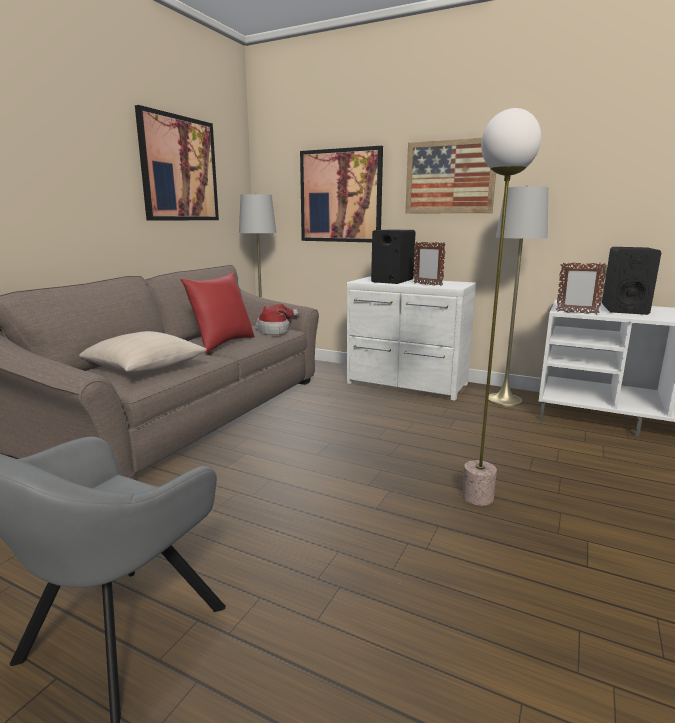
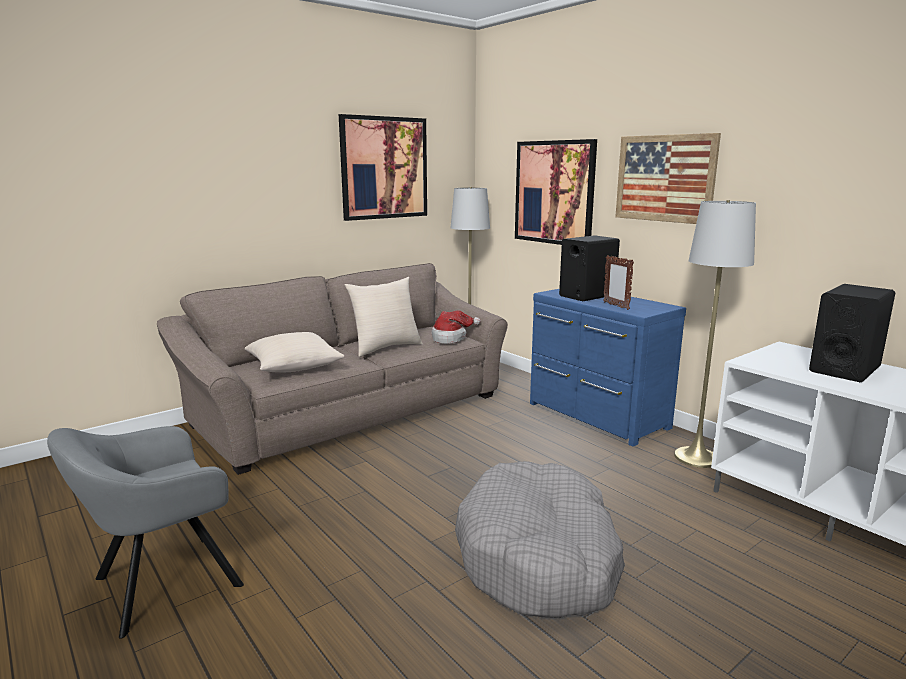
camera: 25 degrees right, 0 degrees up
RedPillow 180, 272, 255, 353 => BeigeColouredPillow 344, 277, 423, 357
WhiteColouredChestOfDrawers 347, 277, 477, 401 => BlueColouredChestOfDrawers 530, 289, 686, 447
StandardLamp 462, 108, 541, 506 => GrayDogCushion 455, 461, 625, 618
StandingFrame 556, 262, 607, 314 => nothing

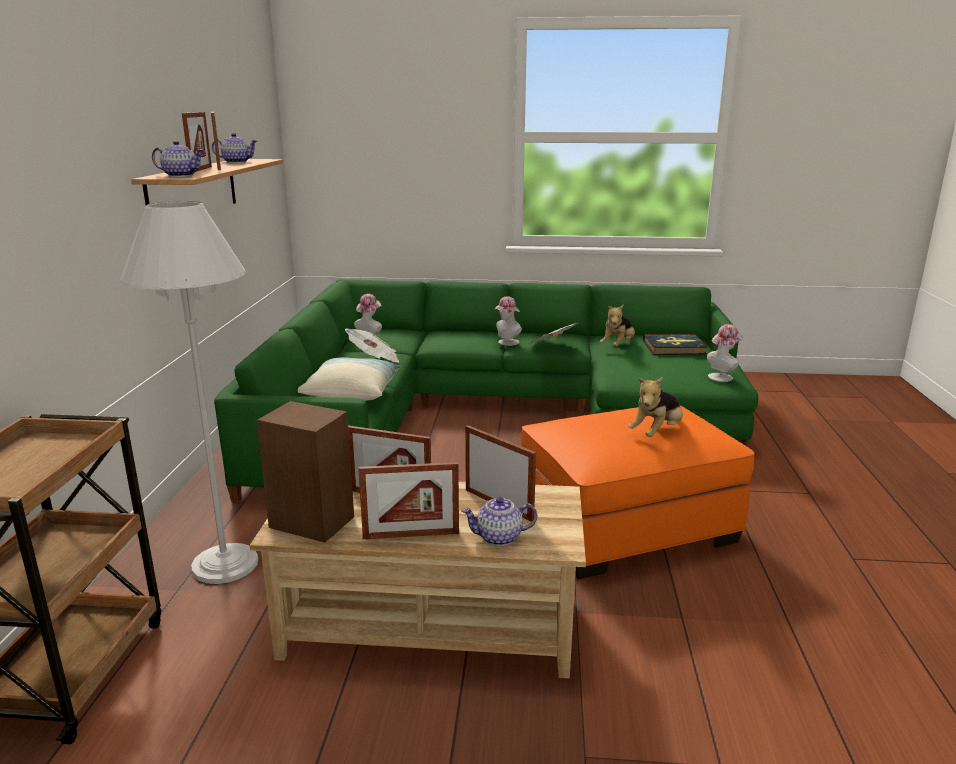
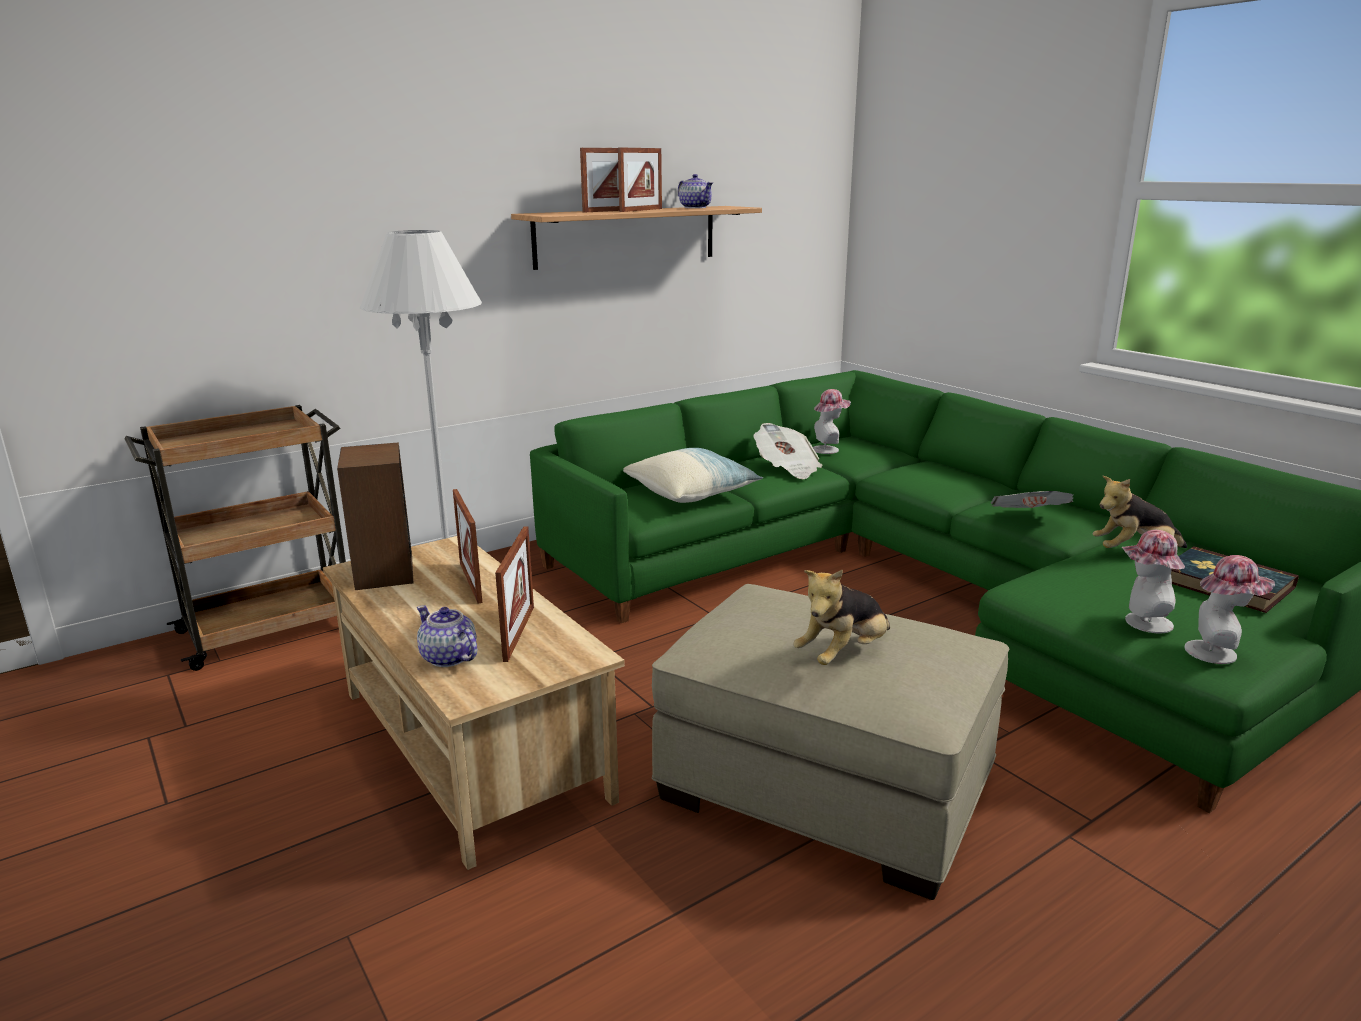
camera: 50 degrees right, 0 degrees up
Teapot 152, 141, 204, 177 => nothing
StandingFrame 358, 462, 459, 539 => nothing
Hat 495, 296, 522, 346 => Hat 1122, 530, 1185, 633, moved
OrangeyOttoman 521, 406, 754, 579 => BeigeColouredOttoman 652, 584, 1009, 900
PlushToy 628, 377, 683, 437 => PlushToy 793, 569, 890, 665, 45 degrees counterclockwise

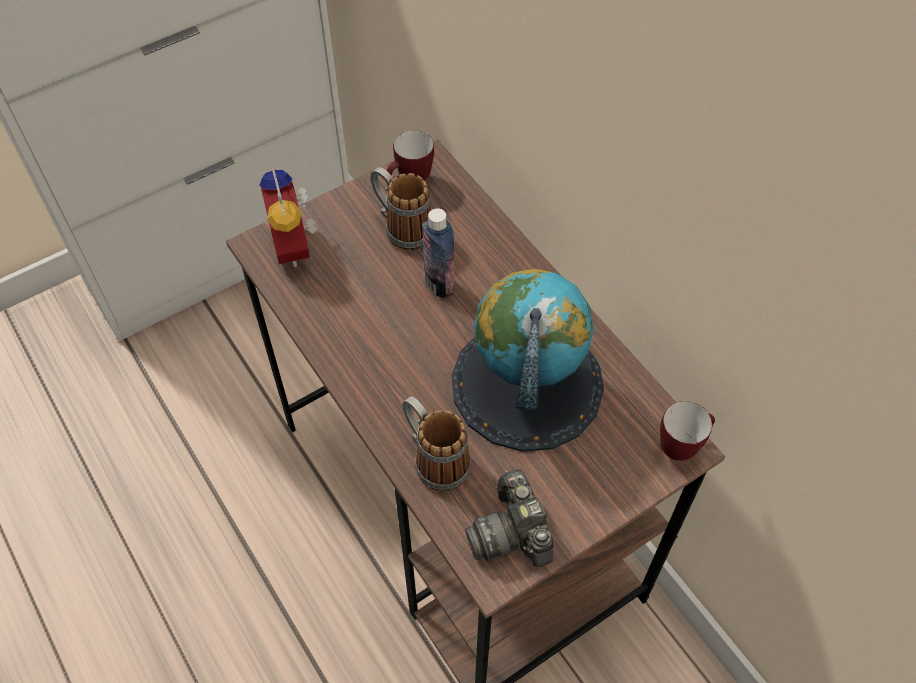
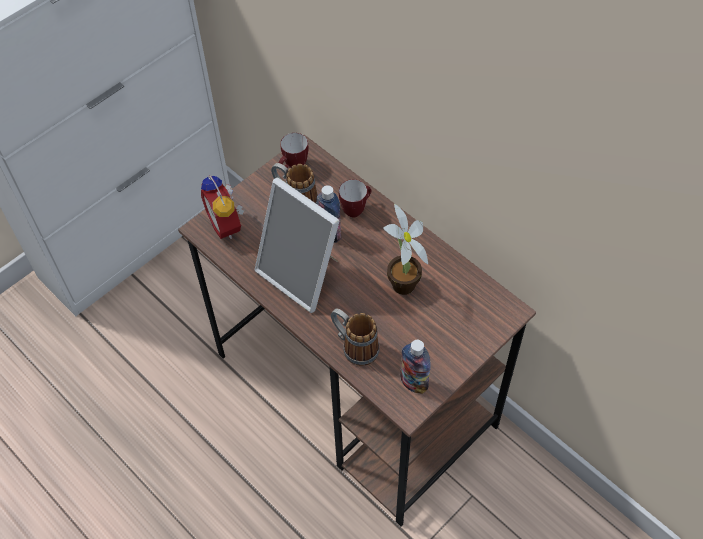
camera: 10 degrees left, 0 degrees up
Globe 452, 269, 604, 452 => Houseplant 383, 203, 428, 295
PhotoCamera 465, 469, 554, 567 => Bottle 400, 340, 431, 394
CoffeeMug 660, 401, 715, 461 => CoffeeMug 339, 180, 371, 218, moved
nothing => StandingFrame 255, 178, 339, 313

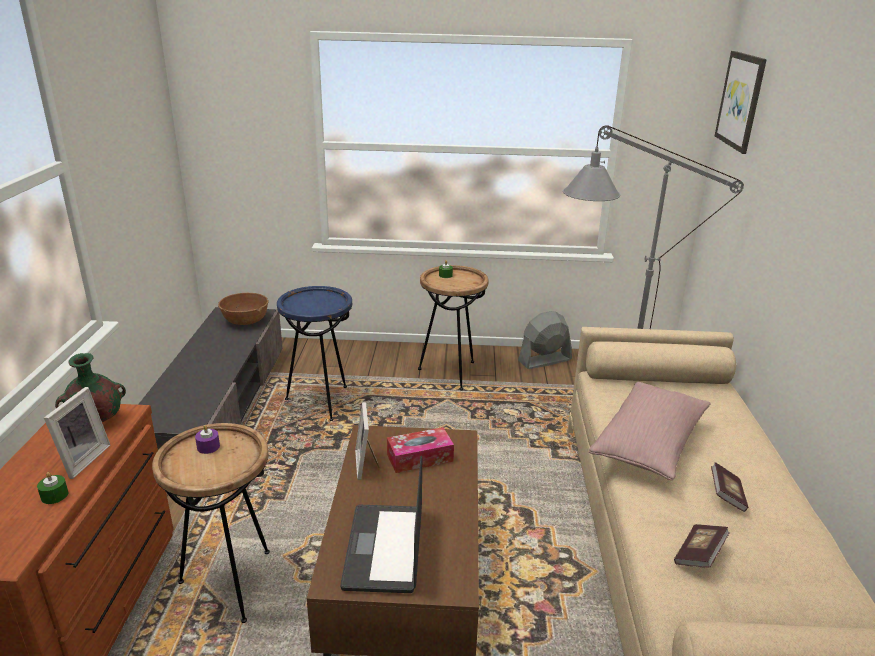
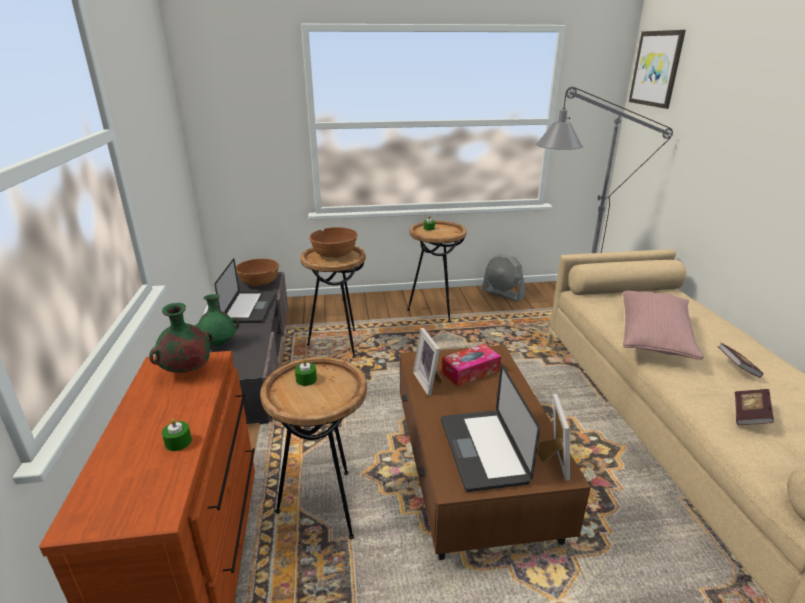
camera: 10 degrees left, 0 degrees up
StandingFrame 44, 387, 110, 479 => StandingFrame 538, 394, 570, 481, moved
PurplishWaxCandle 195, 425, 220, 454 => GreenColouredWaxCandle 295, 359, 317, 386
BlueColouredAccentTable 277, 286, 352, 421 => BrownishAccentTable 300, 246, 366, 358
GrayElectricFan 518, 311, 572, 369 => GrayElectricFan 482, 254, 525, 302, 105 degrees counterclockwise
nothing => GreenColouredDecorativeVase 195, 294, 239, 347
nothing => Laptop 214, 258, 276, 323
nothing => BrownishDeepDish 309, 227, 358, 258

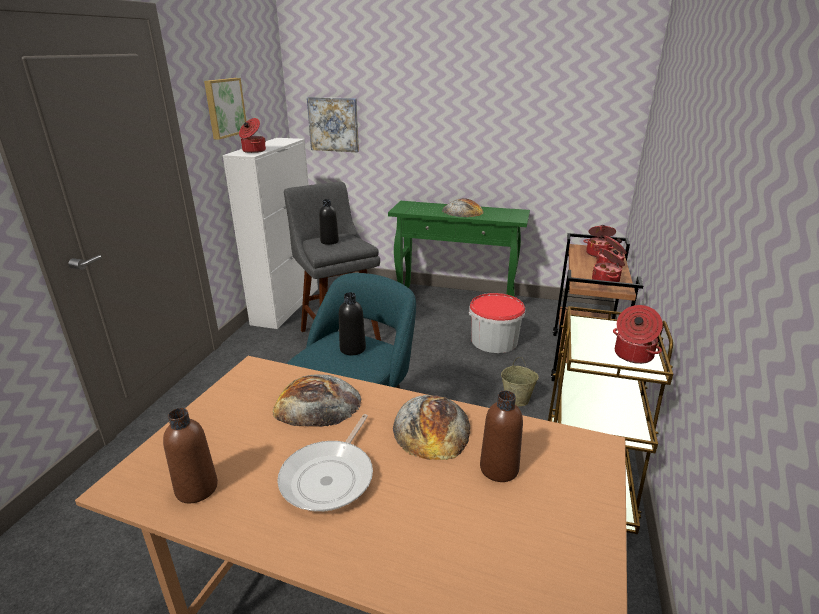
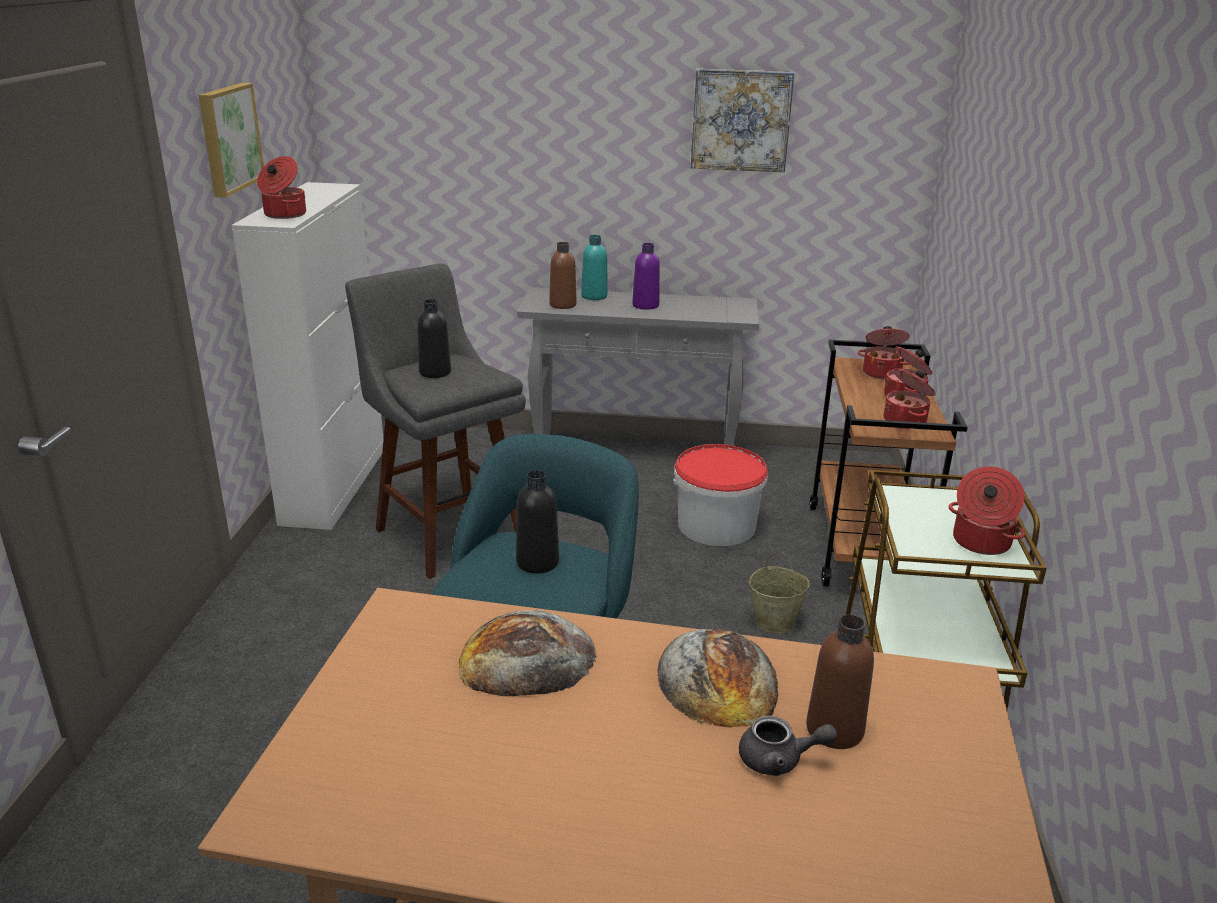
camera: 10 degrees left, 0 degrees up
BrownishBottle 163, 408, 218, 503 => BrownishBottle 549, 242, 576, 309, moved
Skillet 277, 414, 373, 512 => nothing
WallArt 307, 97, 359, 152 => WallArt 691, 69, 794, 172, moved
GreenColouredHallTable 388, 201, 530, 297 => GrayHallTable 517, 287, 759, 446
BakedBread 442, 198, 484, 217 => PurplishBottle 632, 243, 660, 310
nothing => TurquoiseColouredBottle 581, 235, 608, 300
nothing => GrayTeapot 739, 716, 837, 776

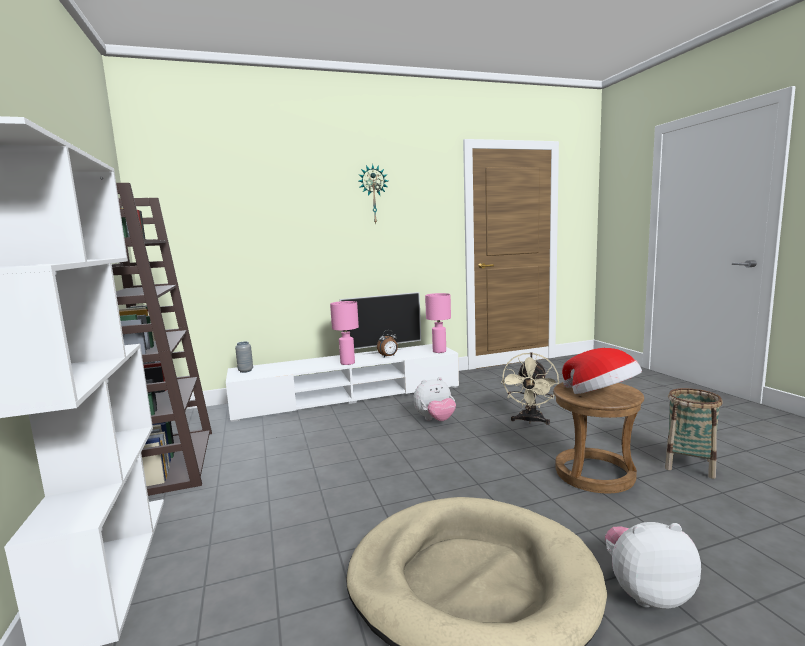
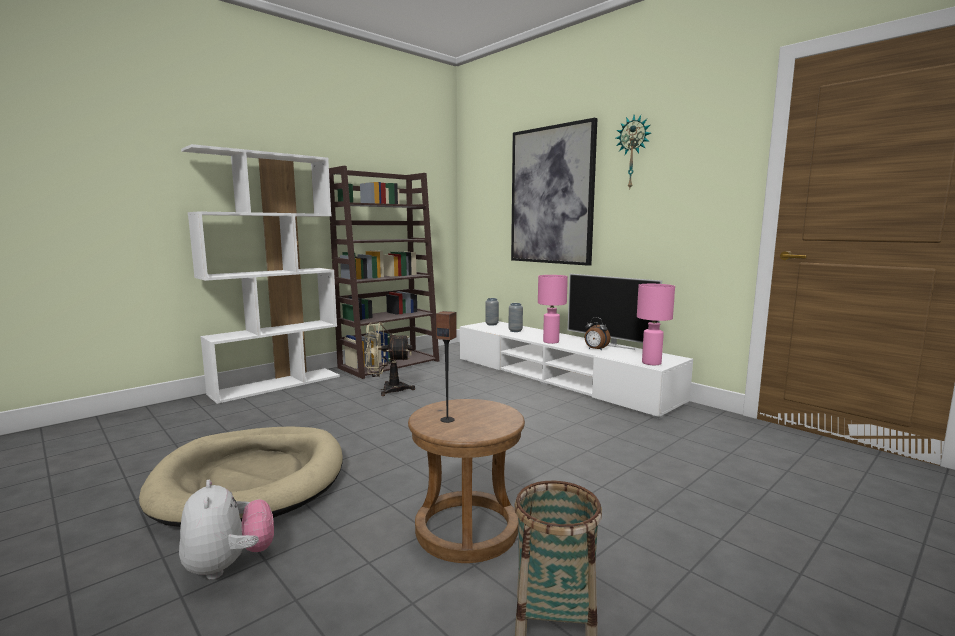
camera: 65 degrees right, 0 degrees up
PlushToy 413, 377, 456, 421 => nothing
BeigeColouredElectricFan 501, 352, 559, 425 => BeigeColouredElectricFan 364, 322, 415, 396, moved
Hat 562, 348, 642, 394 => Loudspeaker 436, 311, 457, 423
nothing => GrayDecorativeVase 508, 303, 523, 332
nothing => WallArt 511, 118, 597, 266

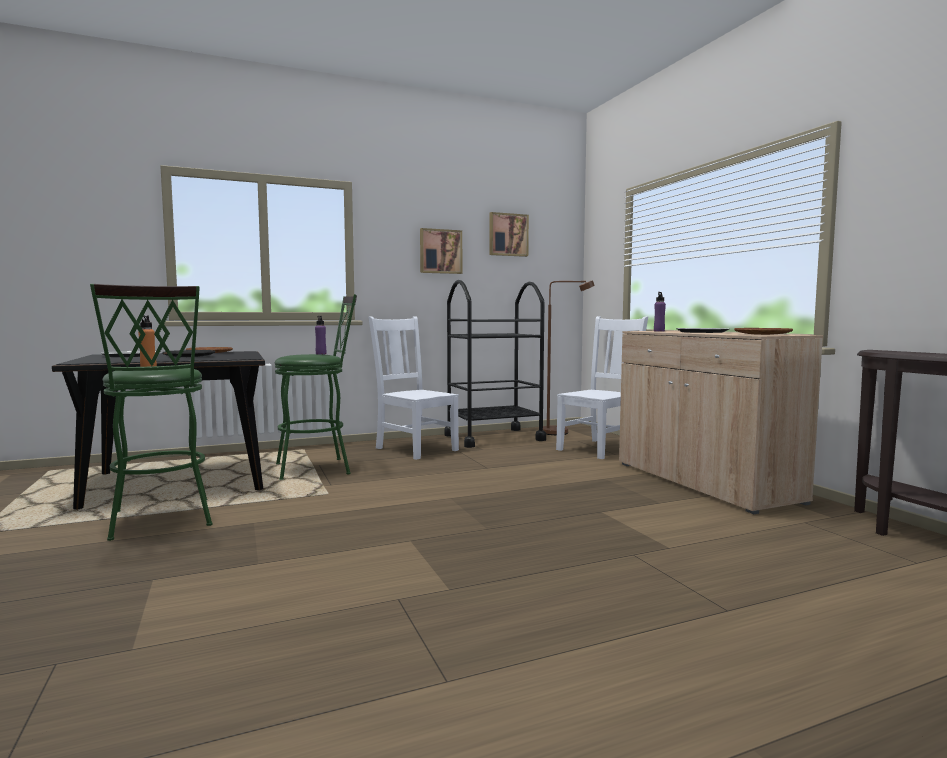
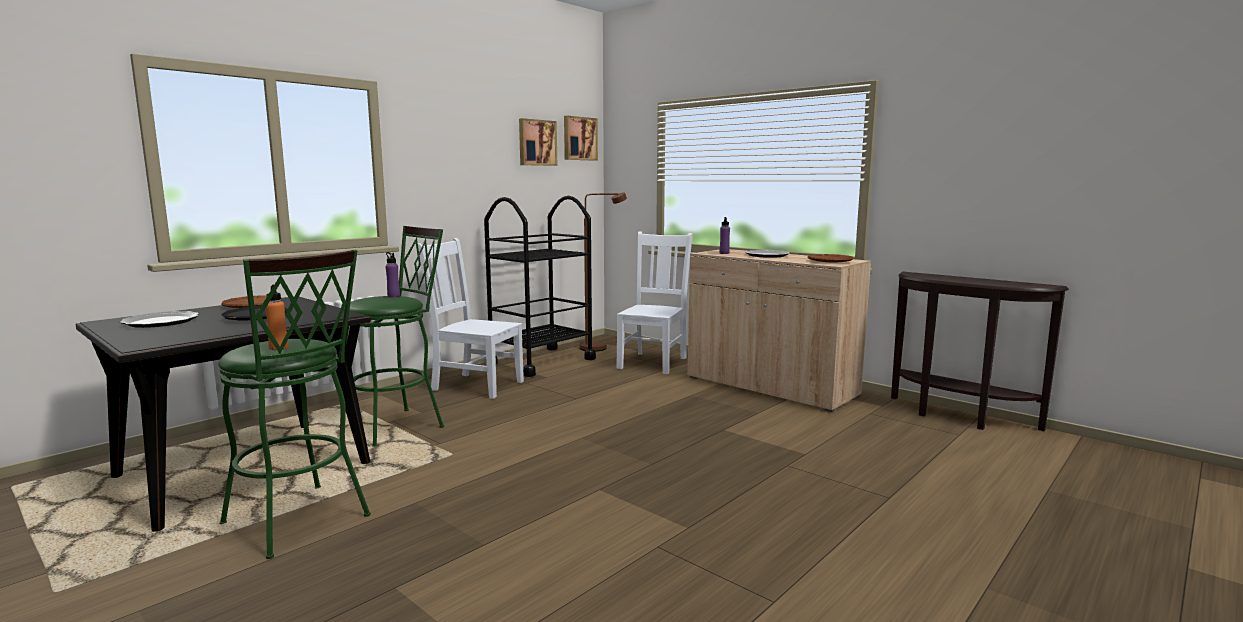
camera: 25 degrees left, 5 degrees up
WallArt 420, 228, 462, 274 => WallArt 564, 116, 598, 161, moved

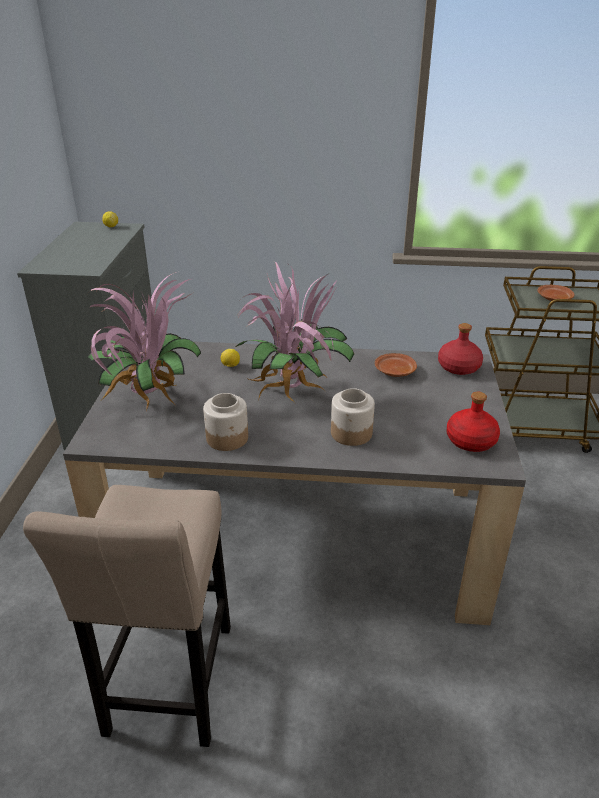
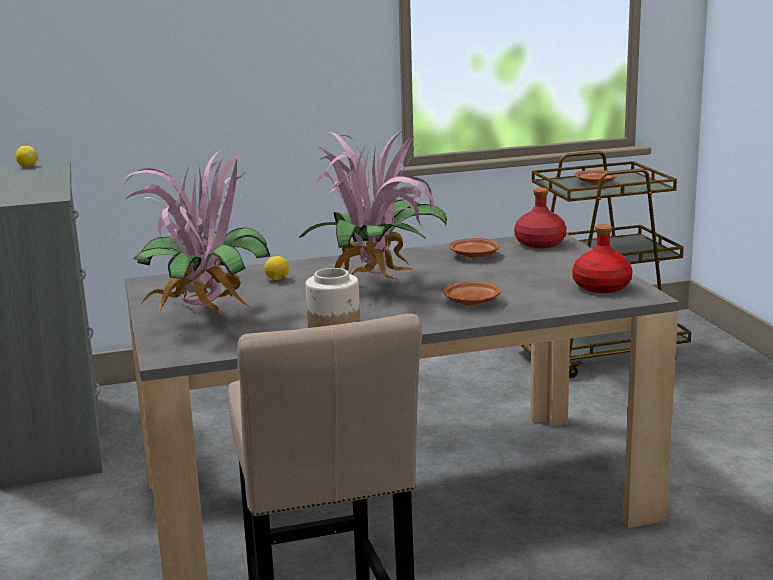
camera: 20 degrees left, 15 degrees down
PreserveJar 331, 388, 375, 446 => BrownishPlate 443, 281, 501, 306

